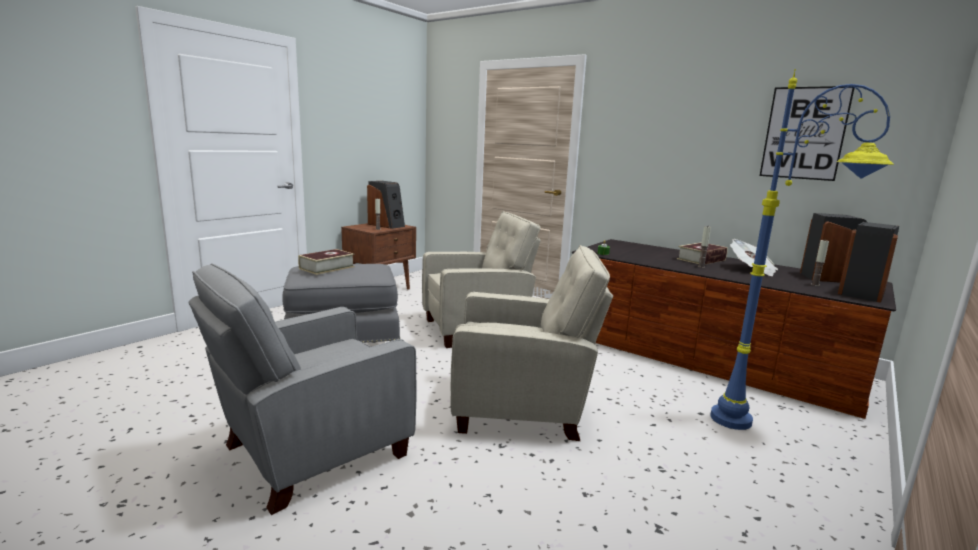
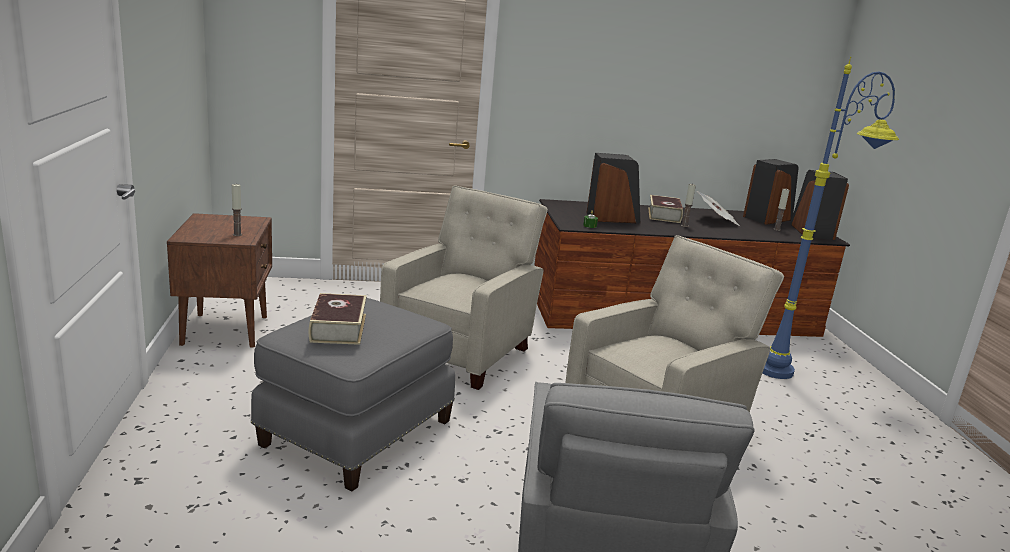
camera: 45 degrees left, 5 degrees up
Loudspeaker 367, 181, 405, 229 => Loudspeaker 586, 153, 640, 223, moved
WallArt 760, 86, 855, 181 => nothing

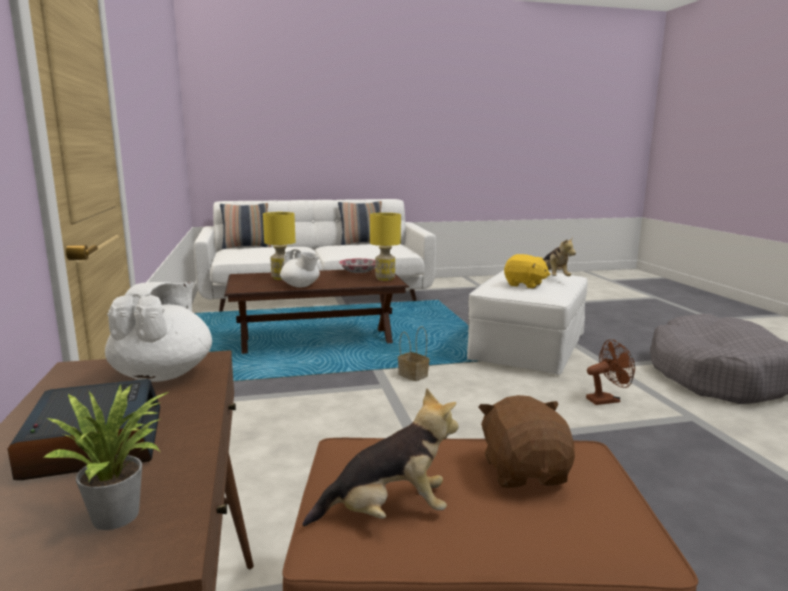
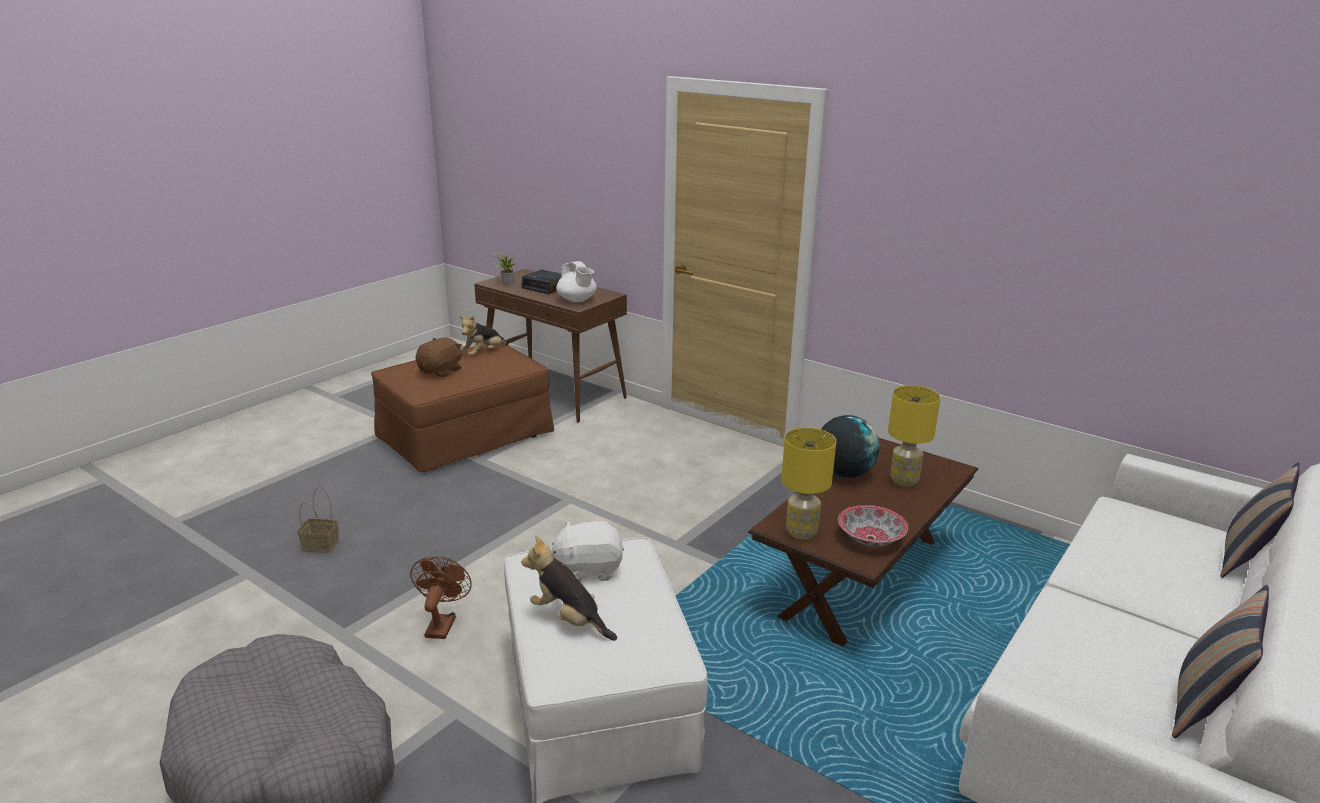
camera: 140 degrees right, 10 degrees up
WhiteColouredTeapot 280, 248, 320, 287 => Globe 821, 415, 880, 478
StorageBasket 398, 327, 430, 381 => StorageBasket 297, 487, 339, 553, moved
BrownishPlushToy 478, 395, 575, 488 => BrownishPlushToy 416, 337, 462, 377, 105 degrees counterclockwise
YellowColouredPlushToy 504, 254, 550, 289 => WhiteColouredPlushToy 551, 520, 624, 582
BrownishElectricFan 586, 339, 635, 405 => BrownishElectricFan 410, 557, 472, 639, 150 degrees clockwise

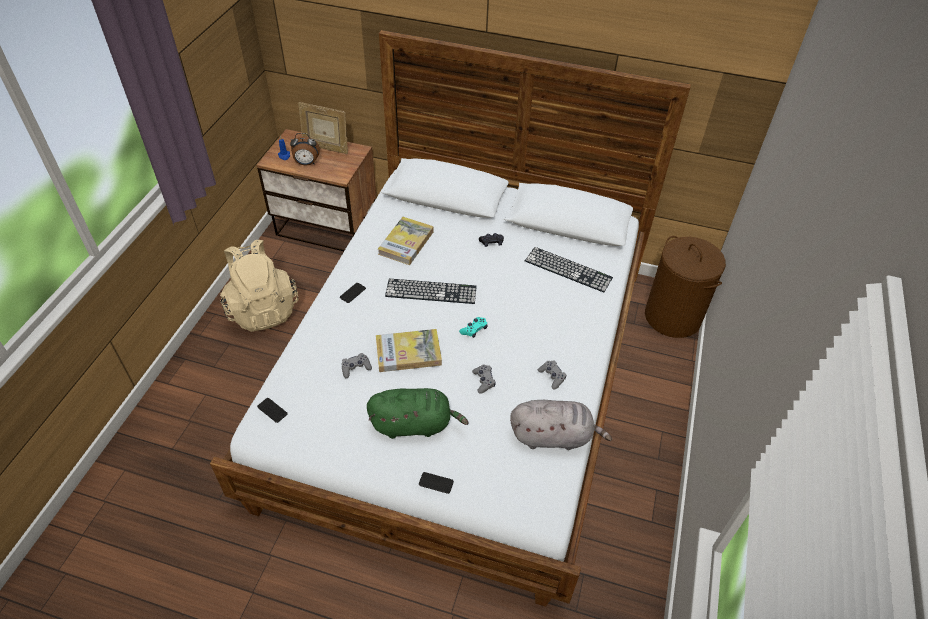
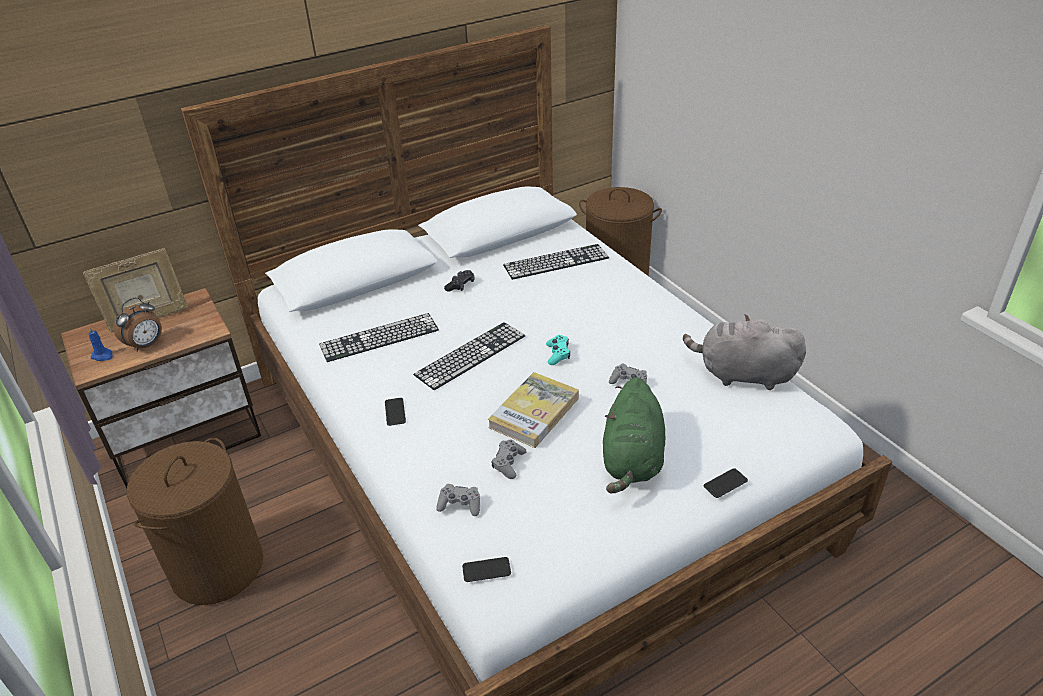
camera: 45 degrees left, 10 degrees down
BeigeColouredKnapsack 220, 240, 298, 332 => BrownishLaundryBasket 127, 438, 263, 605
GreenColouredPlushToy 367, 388, 468, 439 => GreenColouredPlushToy 603, 377, 665, 494, 150 degrees clockwise
Volume 378, 217, 433, 265 => PcKeyboard 319, 313, 439, 362
GrayPlushToy 510, 400, 612, 450 => GrayPlushToy 683, 315, 806, 390, 120 degrees counterclockwise
GrayJoypad 538, 360, 567, 389 => GrayJoypad 436, 484, 480, 516, moved

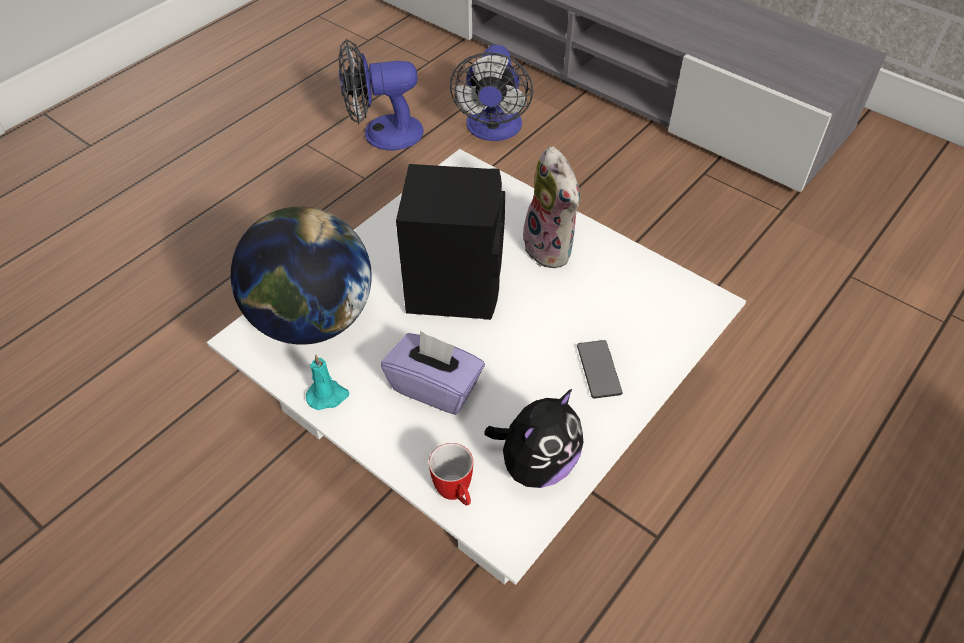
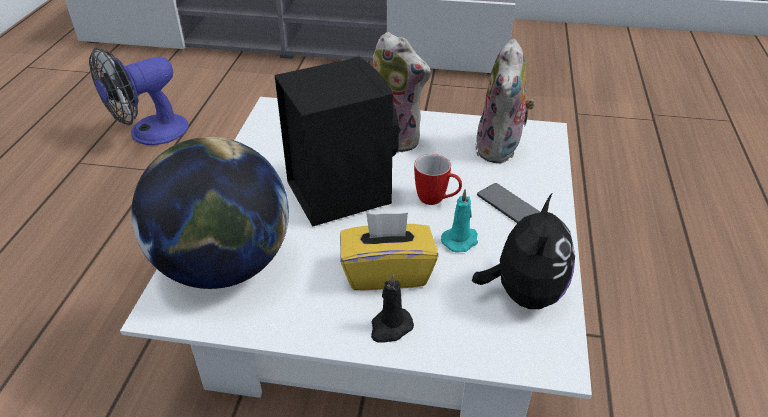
camera: 30 degrees left, 10 degrees down
TurquoiseColouredWaxCandle 306, 355, 349, 410 => TurquoiseColouredWaxCandle 441, 189, 478, 253, moved
PurplishBoxOfTissues 381, 330, 485, 415 => YellowColouredBoxOfTissues 340, 213, 438, 291
CoffeeMug 429, 443, 473, 505 => CoffeeMug 414, 154, 462, 205, moved
ElectricFan 450, 45, 533, 141 => nothing
nothing => BlackColouredWaxCandle 371, 273, 414, 343
nothing => PlushToy 475, 38, 535, 163

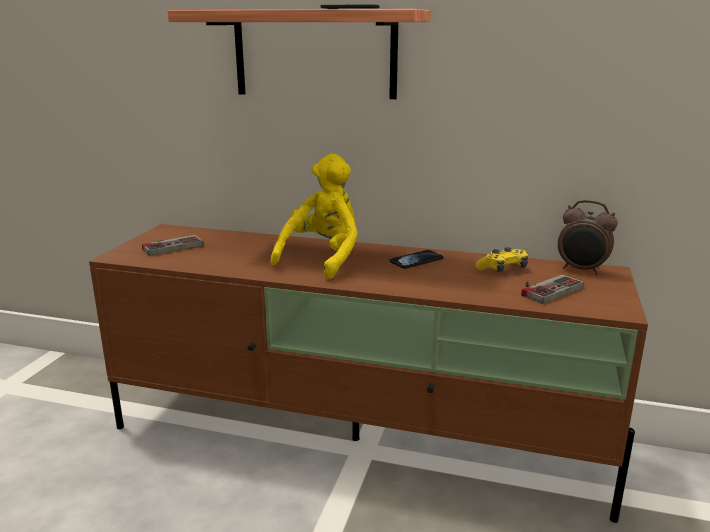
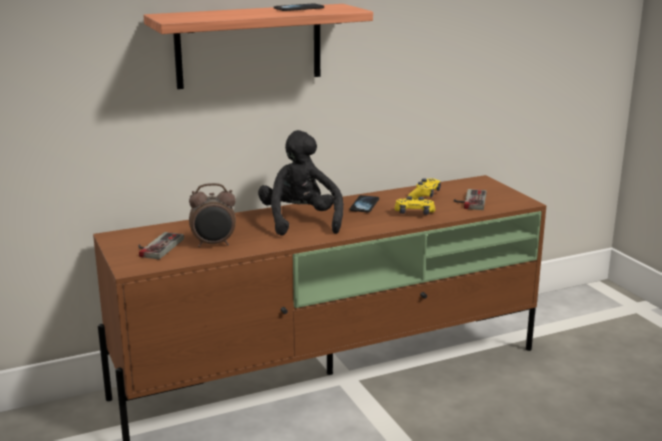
camera: 40 degrees left, 0 degrees up
YellowColouredPlushToy 271, 154, 358, 279 => BlackColouredPlushToy 258, 130, 344, 236
BedsideClock 558, 200, 618, 275 => BedsideClock 189, 183, 236, 247, moved
nothing => YellowColouredJoypad 395, 196, 435, 215

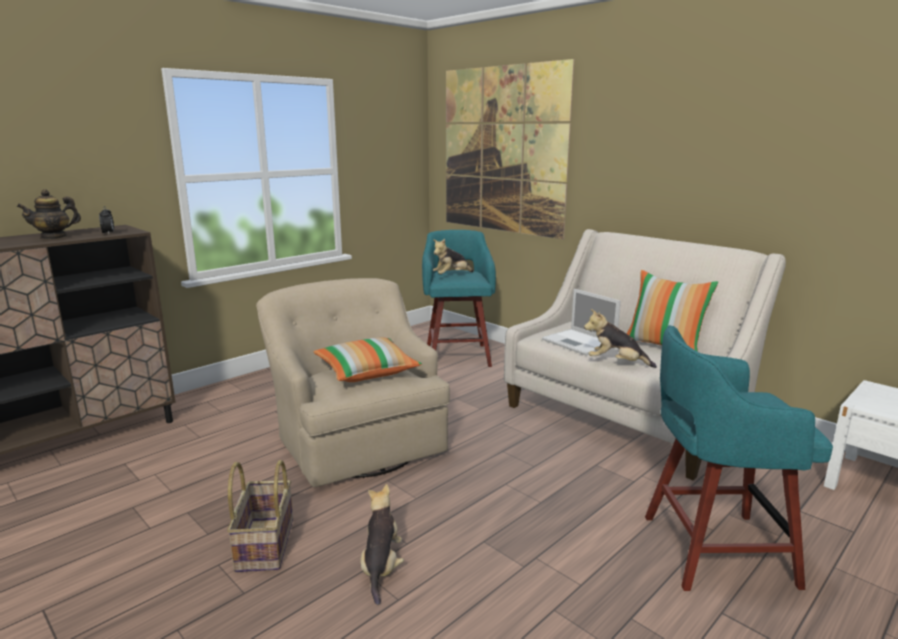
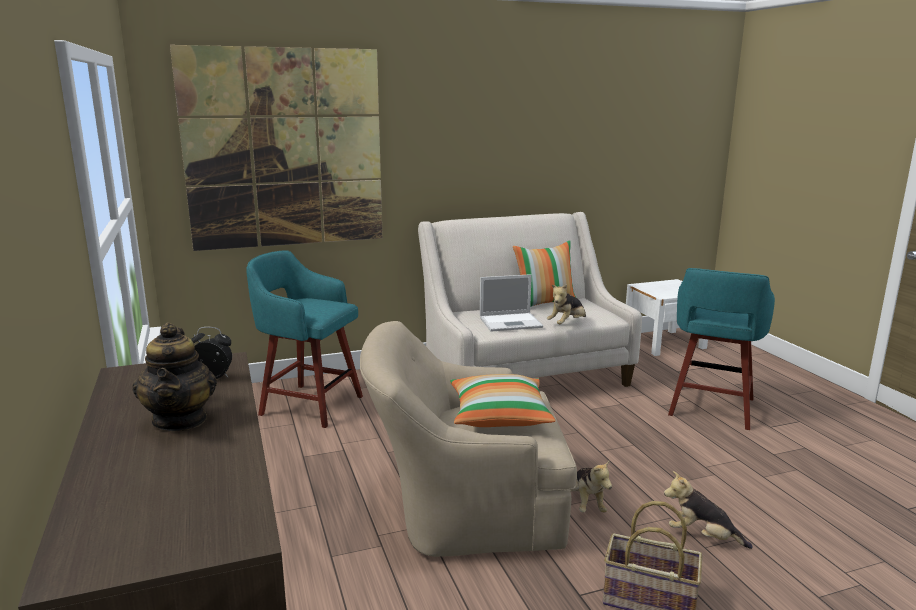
camera: 65 degrees left, 0 degrees up
PlushToy 433, 239, 473, 274 => PlushToy 570, 461, 612, 512, moved

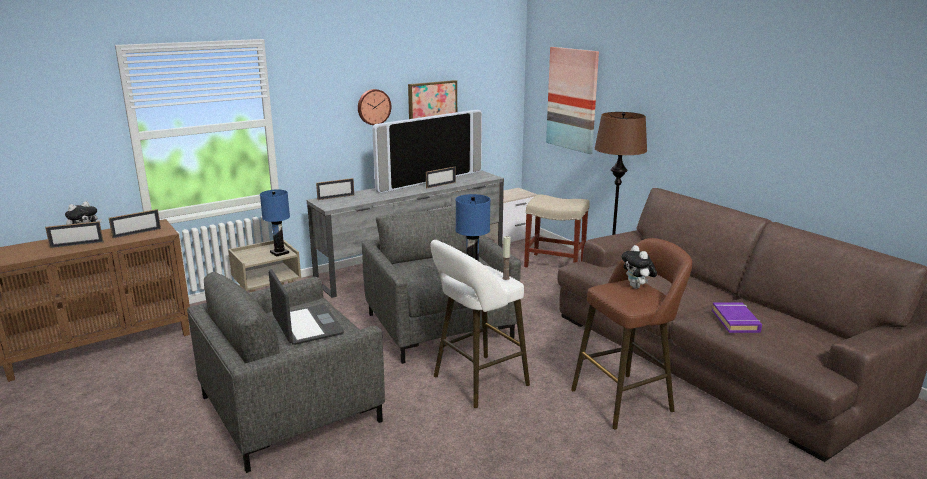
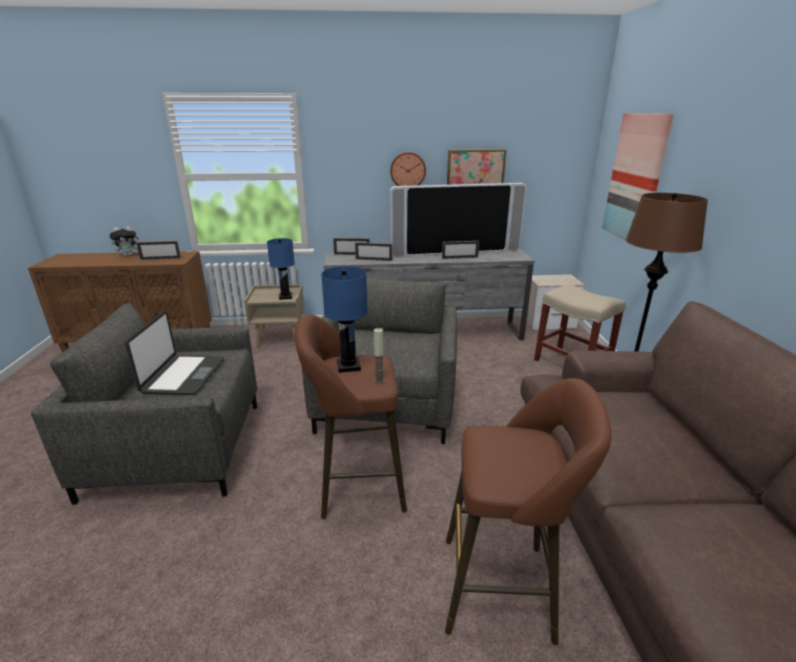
camera: 30 degrees right, 5 degrees up
StandingFrame 45, 221, 103, 248 => StandingFrame 355, 242, 392, 261, moved
WhiteColouredSittingStool 430, 240, 530, 408 => BrownishSittingStool 295, 314, 407, 519
PlushToy 621, 245, 657, 289 => nothing
PurplishVolume 712, 302, 762, 333 => nothing

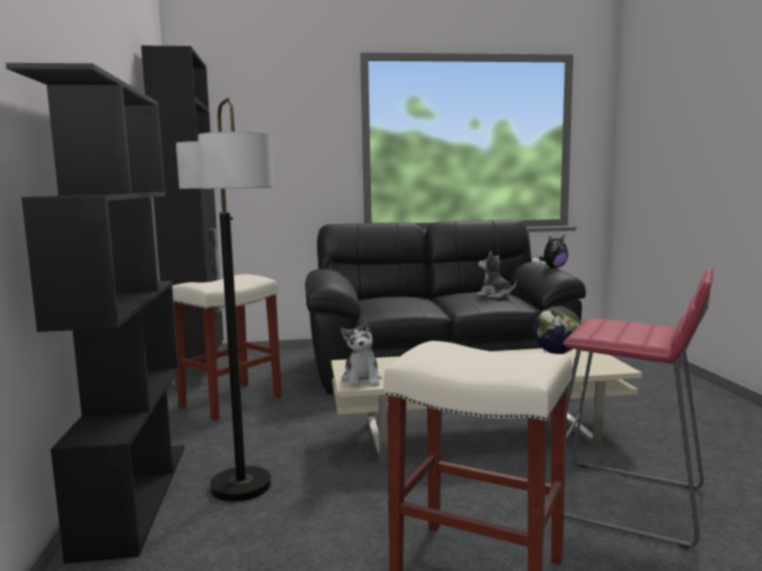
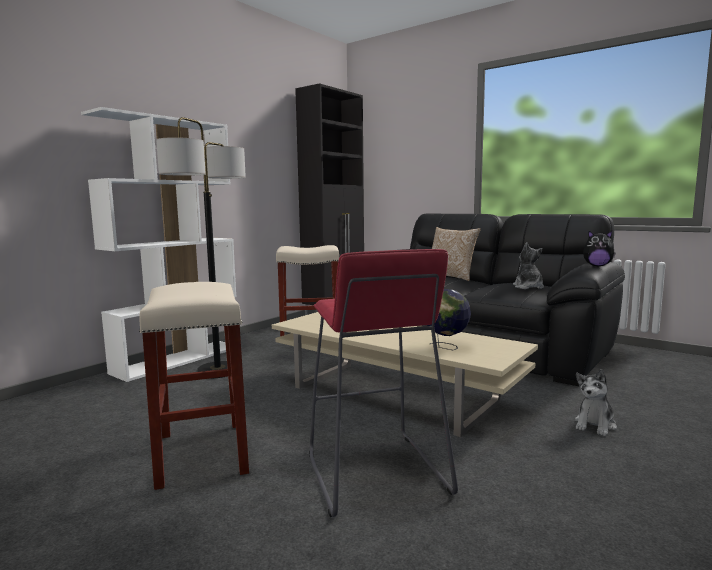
camera: 45 degrees right, 0 degrees up
BlackColouredShelvingUnit 6, 63, 185, 564 => WhiteColouredShelvingUnit 81, 107, 237, 382
PlushToy 341, 319, 382, 387 => PlushToy 575, 369, 617, 436, moved
nothing => Pillow 432, 227, 481, 281

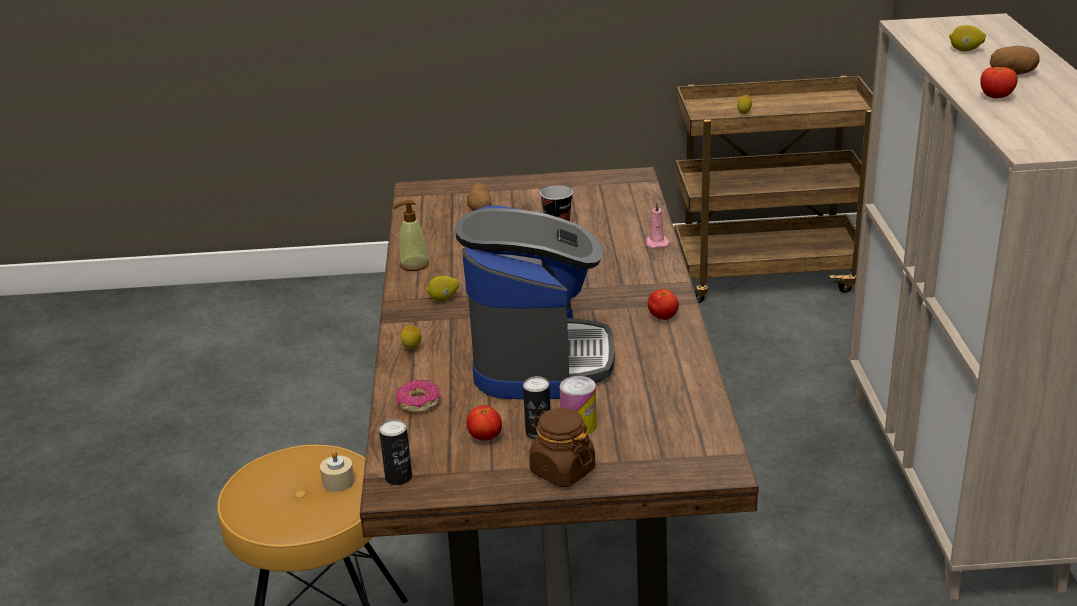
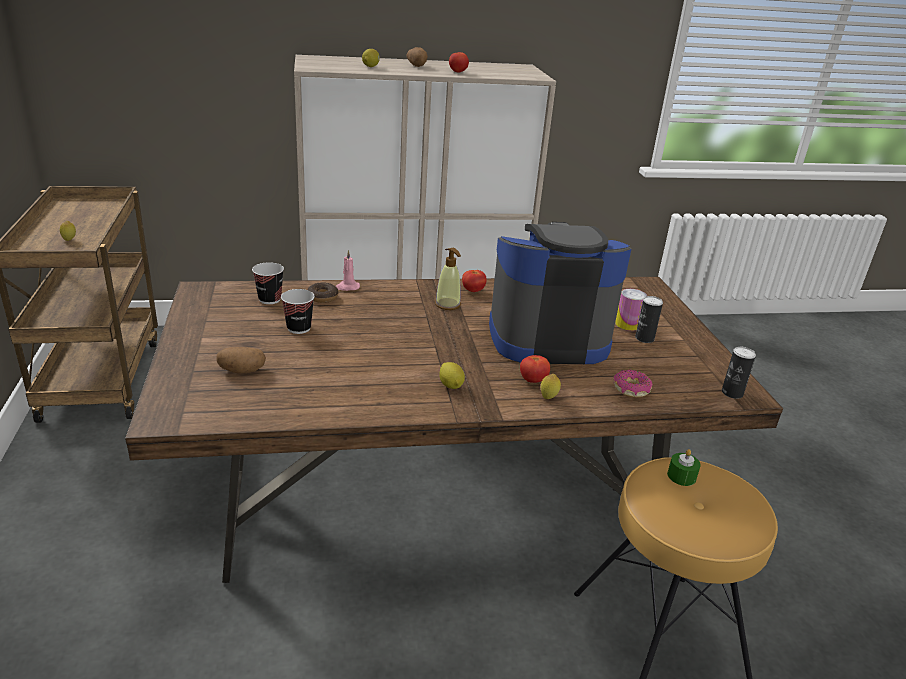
camera: 100 degrees left, 0 degrees up
BeigeColouredWaxCandle 320, 451, 354, 492 => GreenColouredWaxCandle 667, 449, 701, 486
SoapDispenser 393, 200, 429, 271 => SoapDispenser 435, 248, 461, 310, moved
FreshTomato 466, 405, 502, 440 => FreshTomato 520, 355, 550, 383, moved
BrownishPreserveJar 529, 408, 595, 487 => nothing
nothing => Cup 252, 262, 284, 304
nothing => Donut 307, 282, 338, 303

